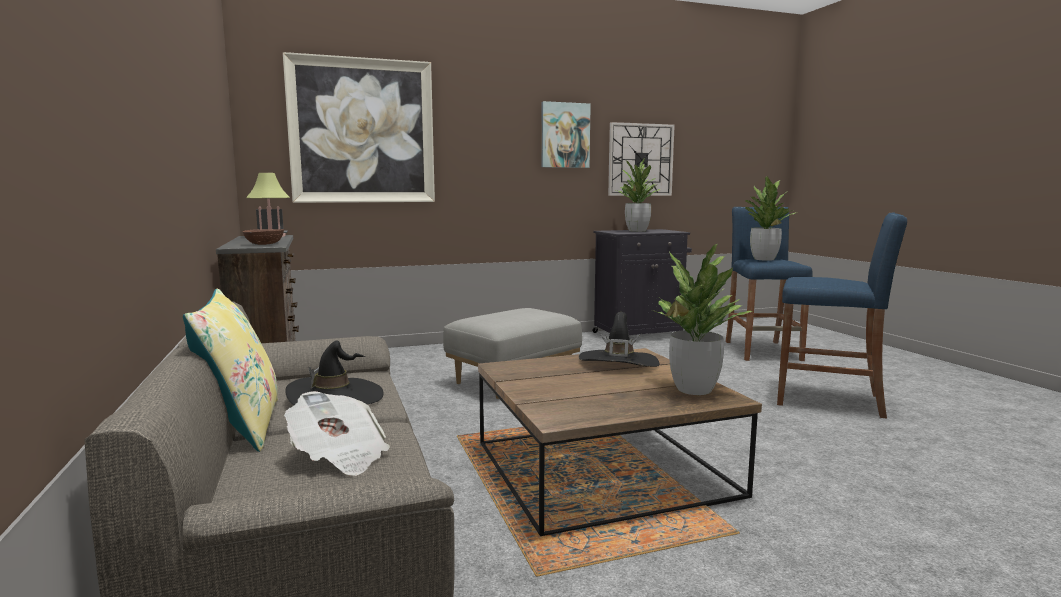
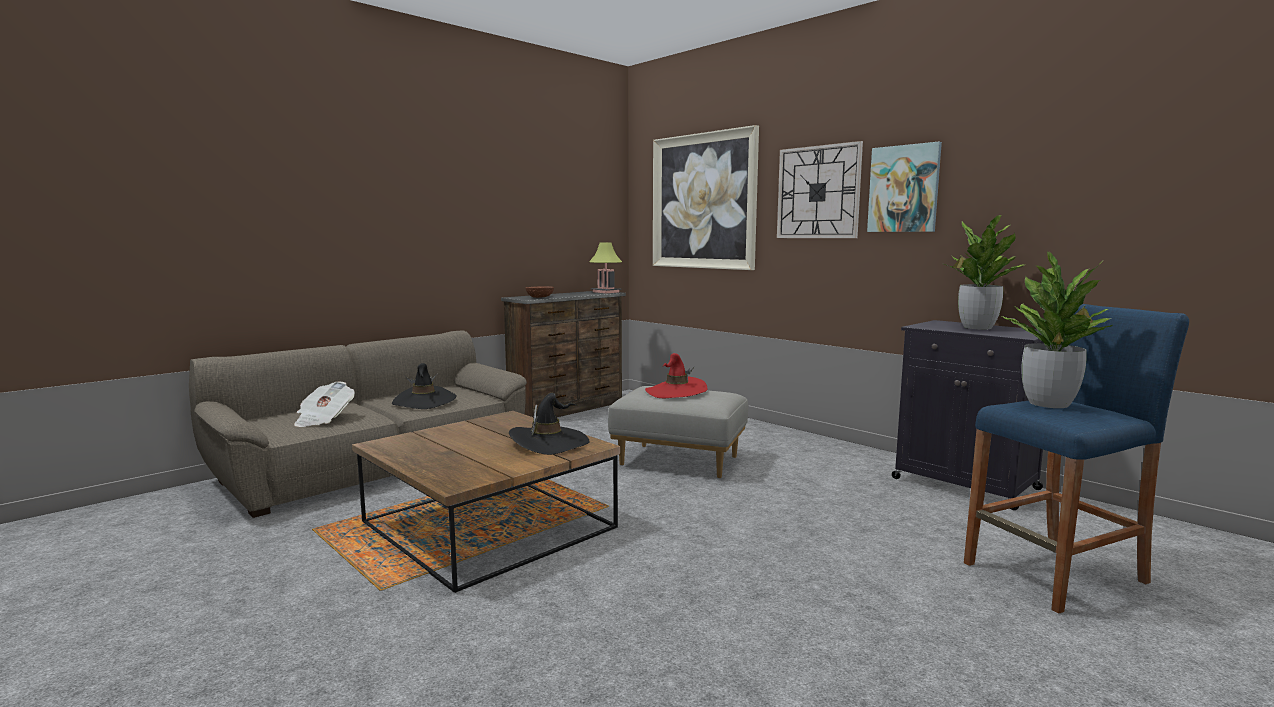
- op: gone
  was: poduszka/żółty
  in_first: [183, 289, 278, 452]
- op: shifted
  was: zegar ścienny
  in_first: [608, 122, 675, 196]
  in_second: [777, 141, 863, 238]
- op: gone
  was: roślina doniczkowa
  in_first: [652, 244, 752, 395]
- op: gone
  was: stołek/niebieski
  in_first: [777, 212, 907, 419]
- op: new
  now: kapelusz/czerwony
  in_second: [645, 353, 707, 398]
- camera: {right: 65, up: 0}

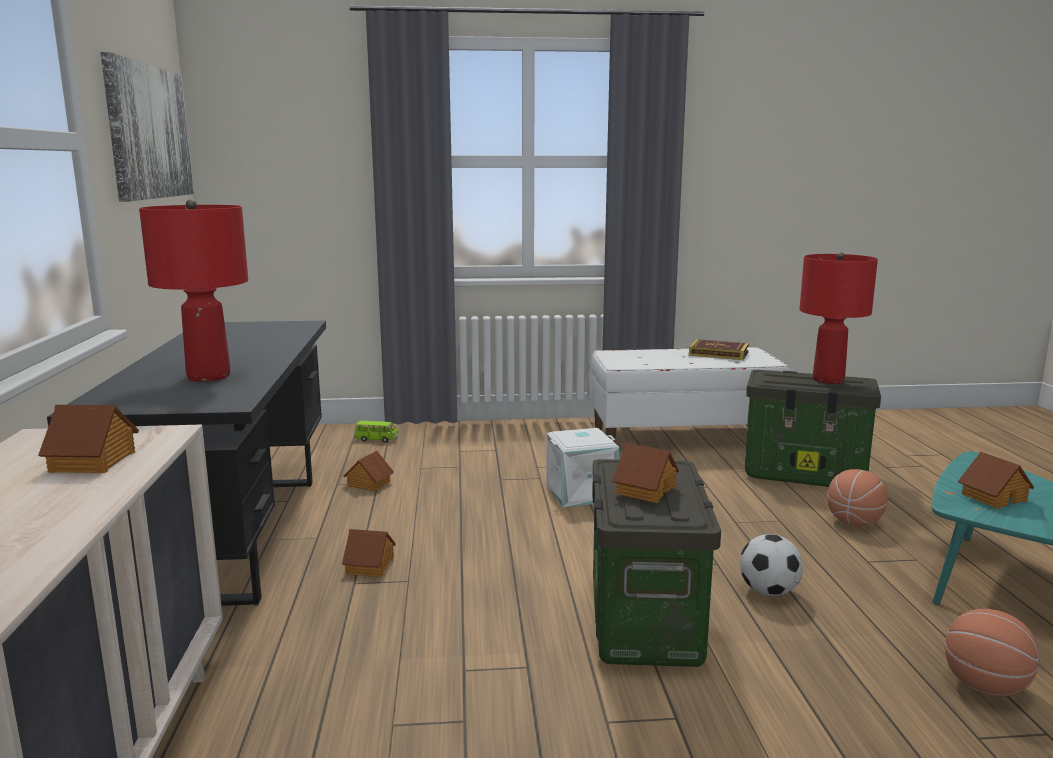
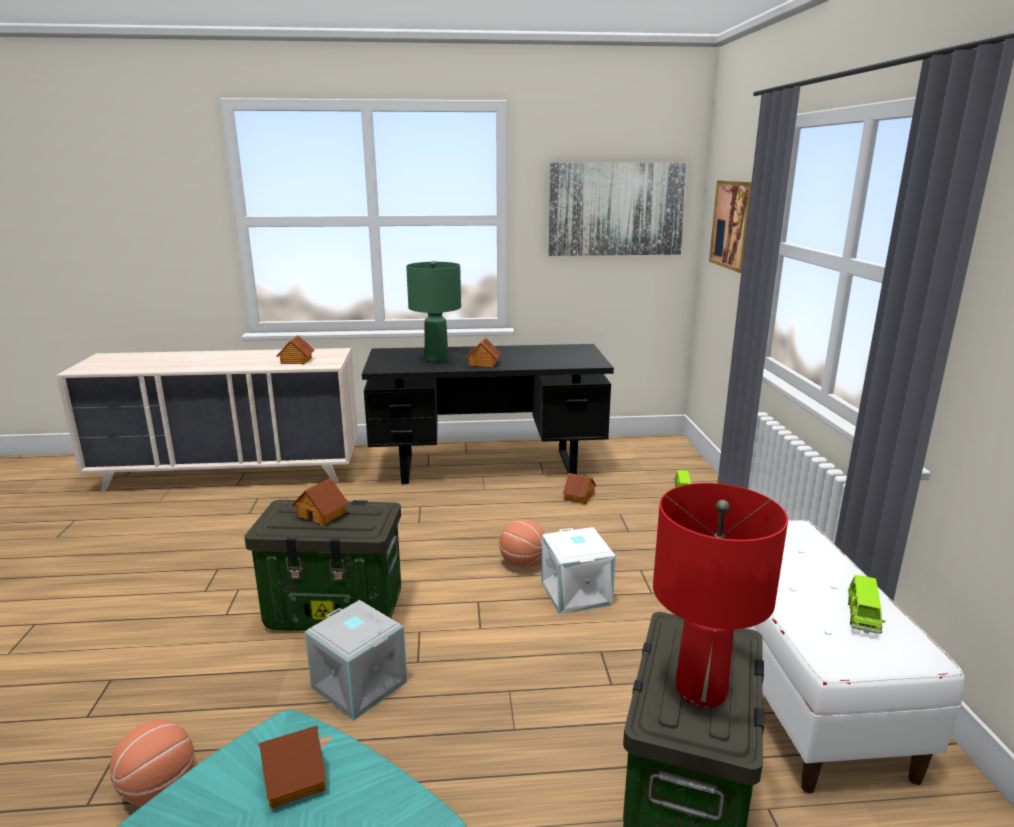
- op: repainted
  was: lampa stołowa/czerwony
  now: lampa stołowa/zielony
  in_first: [139, 199, 248, 382]
  in_second: [406, 261, 461, 363]
- op: shifted
  was: domek
  in_first: [342, 529, 396, 577]
  in_second: [466, 337, 501, 367]
- op: swapped
  was: książka
  now: samochodzik/zielony
  in_first: [689, 339, 749, 360]
  in_second: [848, 575, 886, 634]
- op: swapped
  was: piłka futbolowa
  now: pojemnik do przechowywania/szary
  in_first: [740, 534, 803, 596]
  in_second: [305, 600, 407, 721]
- op: shifted
  was: piłka do koszykówki
  in_first: [827, 469, 888, 526]
  in_second: [499, 519, 546, 568]
- op: new
  now: obraz
  in_second: [709, 180, 752, 273]
- camera: {right: 90, up: 5}

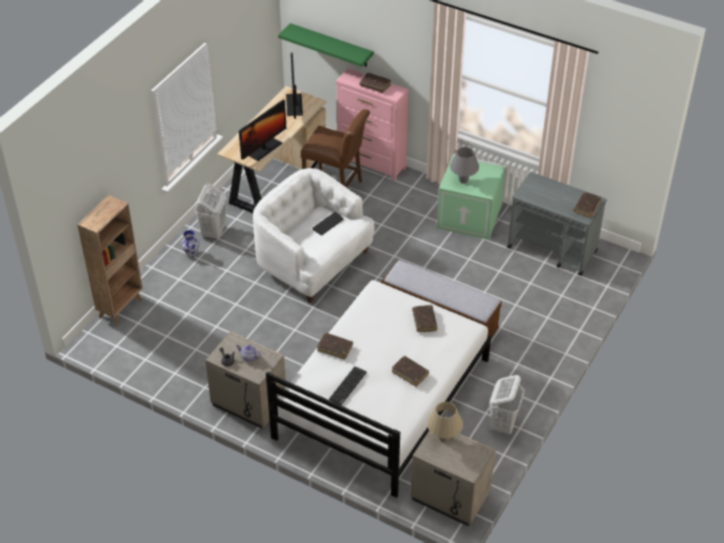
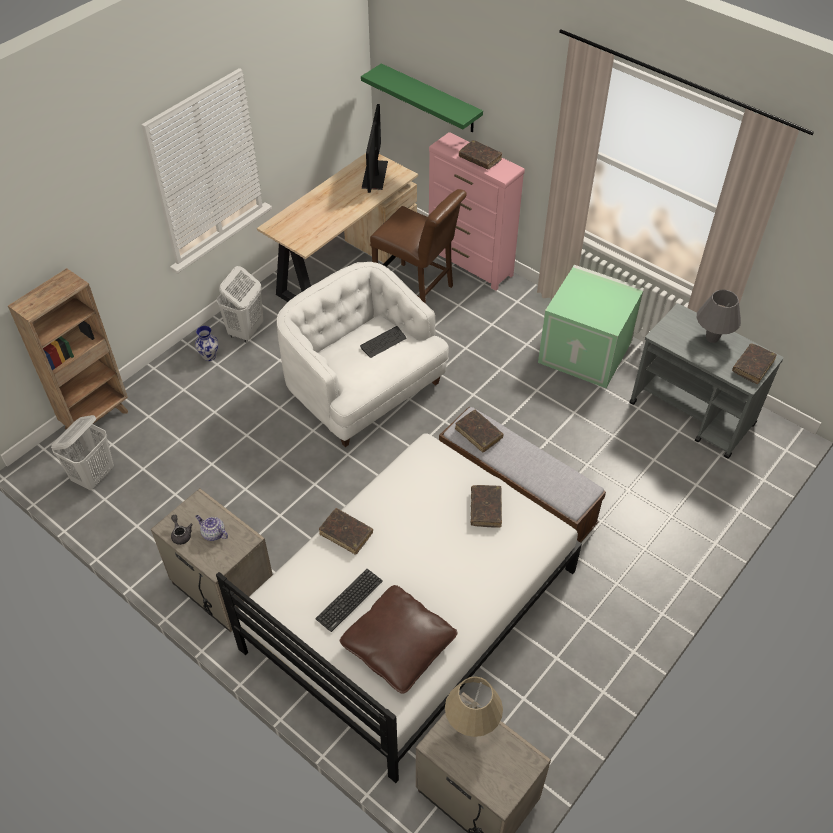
- op: gone
  was: monitor
  in_first: [239, 99, 286, 161]
- op: shifted
  was: książka/brązowy
  in_first: [392, 356, 429, 387]
  in_second: [455, 410, 504, 453]
- op: shifted
  was: lampa stołowa/szary
  in_first: [450, 147, 479, 184]
  in_second: [697, 289, 741, 343]
- op: shifted
  was: kosz na pranie/biały
  in_first: [489, 375, 525, 434]
  in_second: [51, 415, 114, 490]
- op: new
  now: poduszka/brązowy
  in_second: [340, 585, 458, 694]
- camera: {right: 10, up: 5}

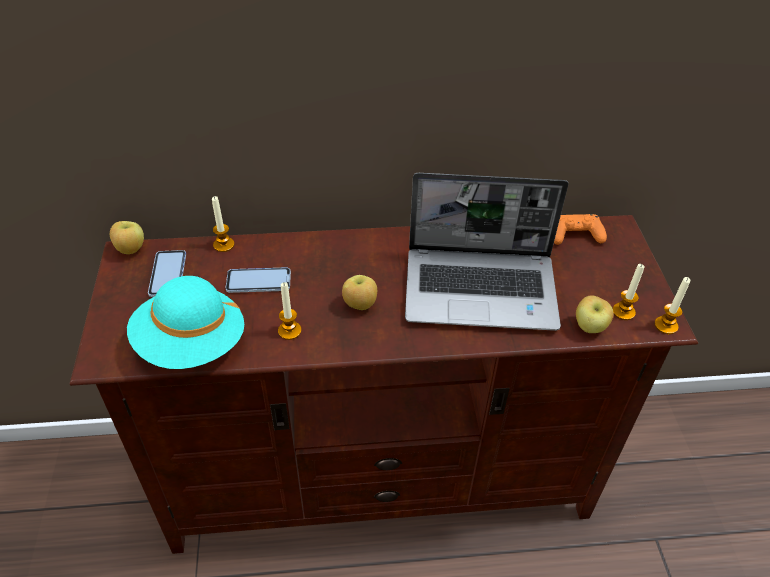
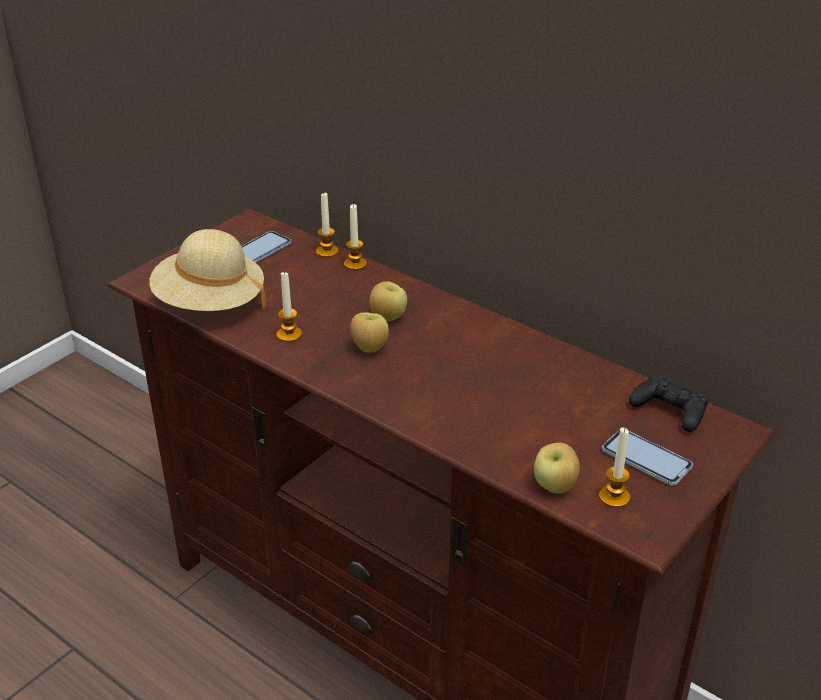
- op: shifted
  was: jabłko
  in_first: [110, 221, 144, 254]
  in_second: [369, 281, 407, 321]
- op: repainted
  was: kapelusz/turkusowy
  now: kapelusz/beżowy
  in_first: [127, 276, 244, 369]
  in_second: [149, 229, 266, 311]
- op: shifted
  was: telefon
  in_first: [226, 267, 291, 293]
  in_second: [602, 430, 693, 485]
- op: gone
  was: laptop
  in_first: [405, 173, 568, 331]
- op: repainted
  was: pad do gier/pomarańczowy
  now: pad do gier/czarny
  in_first: [554, 214, 607, 245]
  in_second: [629, 375, 708, 432]
- op: shifted
  was: świeca
  in_first: [654, 277, 690, 334]
  in_second: [344, 204, 367, 270]
- camera: {right: 45, up: -10}

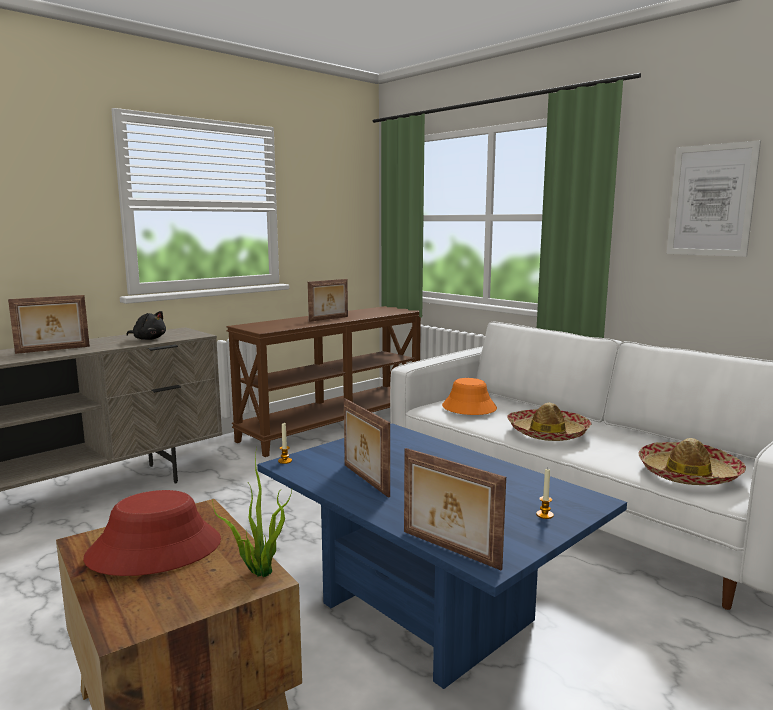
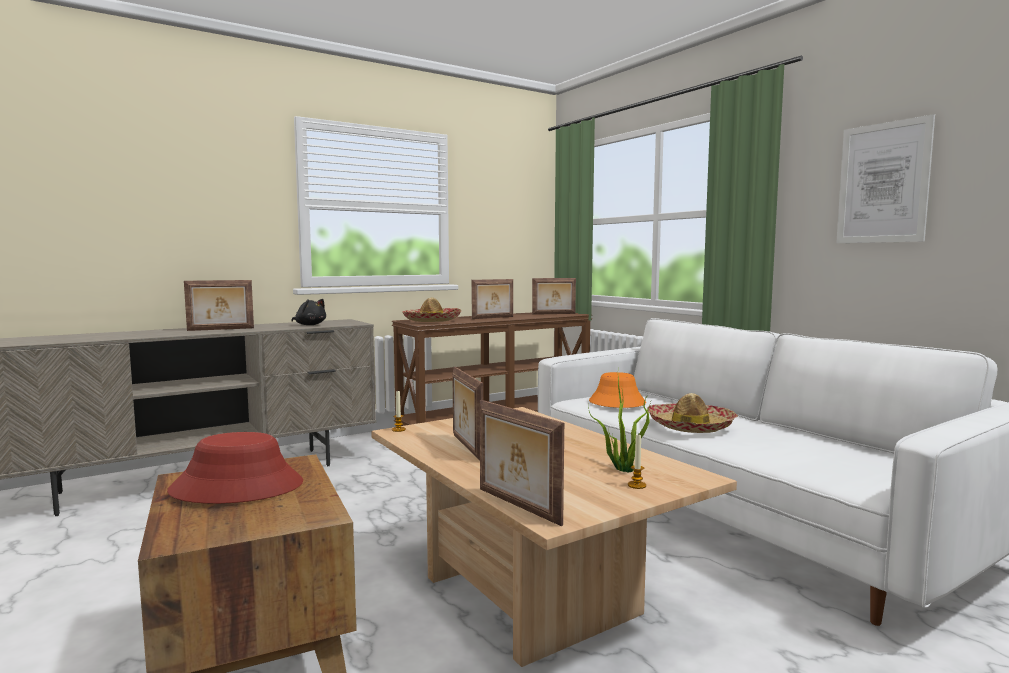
- op: shifted
  was: roślina doniczkowa
  in_first: [212, 446, 292, 577]
  in_second: [588, 377, 651, 473]
- op: repainted
  was: ława/niebieski
  now: ława/beżowy
  in_first: [257, 423, 627, 689]
  in_second: [371, 407, 737, 667]
- op: shifted
  was: kapelusz
  in_first: [638, 438, 746, 485]
  in_second: [402, 298, 462, 322]
- op: new
  now: ramka na zdjęcie
  in_second: [532, 278, 576, 315]
- camera: {right: 10, up: -5}

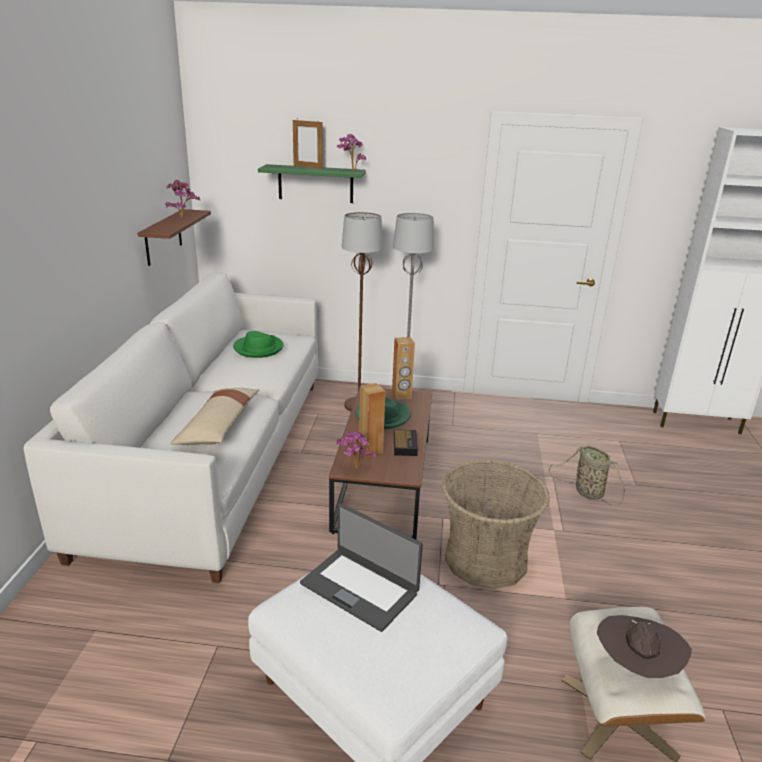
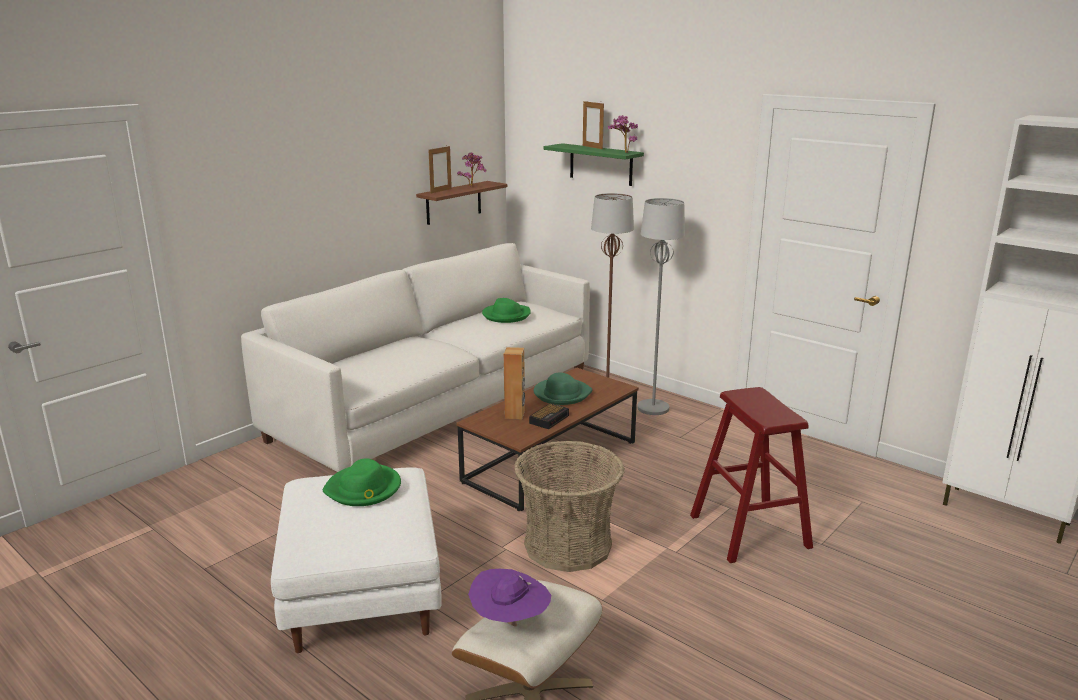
- op: gone
  was: poduszka/beżowy
  in_first: [170, 388, 259, 445]
- op: swapped
  was: laptop
  now: kapelusz/zielony
  in_first: [300, 503, 423, 632]
  in_second: [323, 458, 401, 506]
- op: gone
  was: roślina doniczkowa
  in_first: [336, 430, 376, 469]
- op: gone
  was: głośnik/brązowy
  in_first: [392, 337, 415, 399]
- op: swapped
  was: koszyk
  now: stołek/czerwony
  in_first: [549, 446, 625, 506]
  in_second: [690, 387, 813, 563]
- op: repainted
  was: kapelusz/brązowy
  now: kapelusz/fioletowy
  in_first: [597, 615, 692, 678]
  in_second: [468, 569, 551, 626]
- op: new
  now: ramka na zdjęcie
  in_second: [428, 146, 452, 194]
- camera: {right: 35, up: -5}

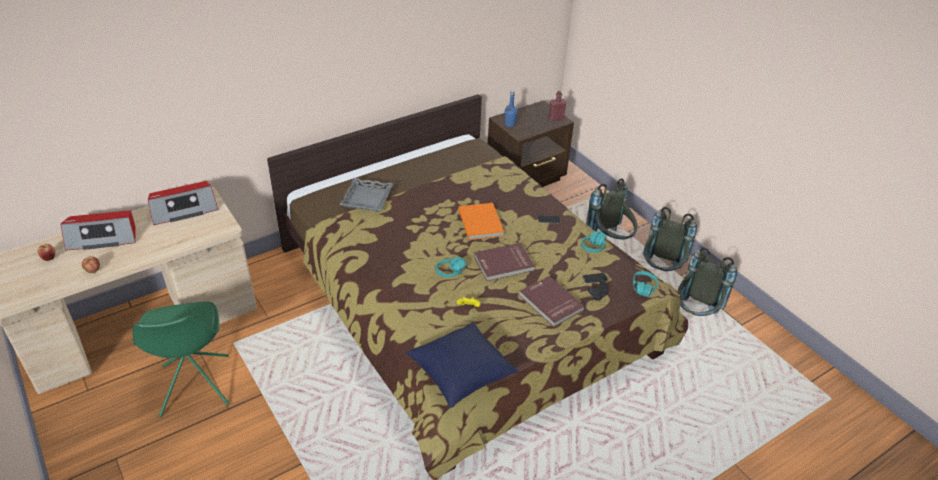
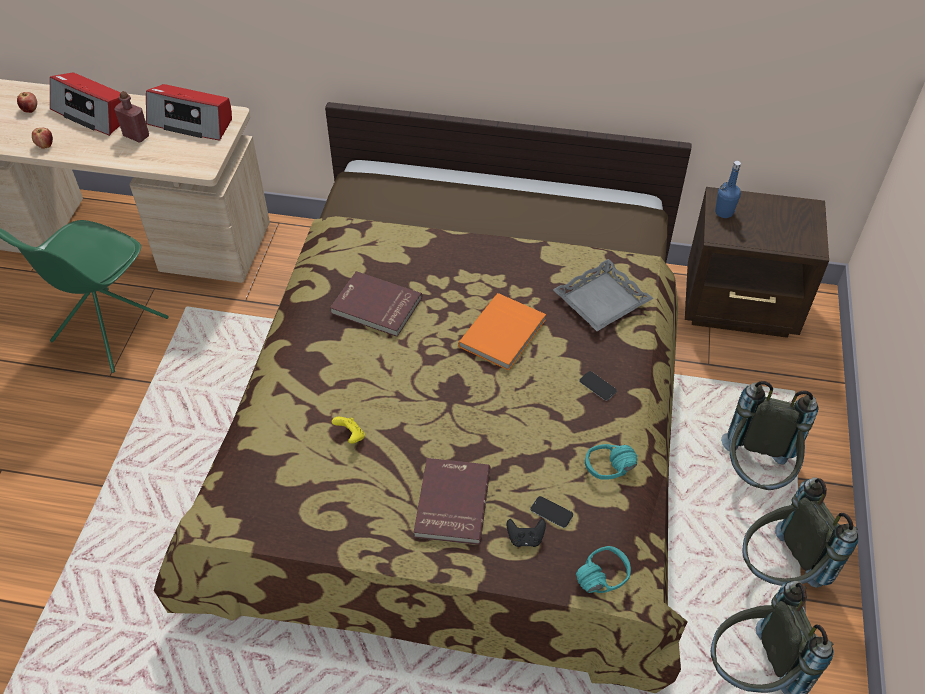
- op: shifted
  was: taca/szary
  in_first: [339, 178, 394, 211]
  in_second: [553, 259, 653, 331]
- op: gone
  was: poduszka/niebieski
  in_first: [406, 322, 519, 408]
- op: gone
  was: słuchawki/turkusowy
  in_first: [436, 257, 467, 278]
- op: shifted
  was: książka/czerwony
  in_first: [474, 243, 535, 281]
  in_second: [330, 271, 422, 337]
- op: shifted
  was: butelka/czerwony
  in_first: [549, 91, 566, 121]
  in_second: [114, 91, 149, 143]
- camera: {right: 45, up: 10}

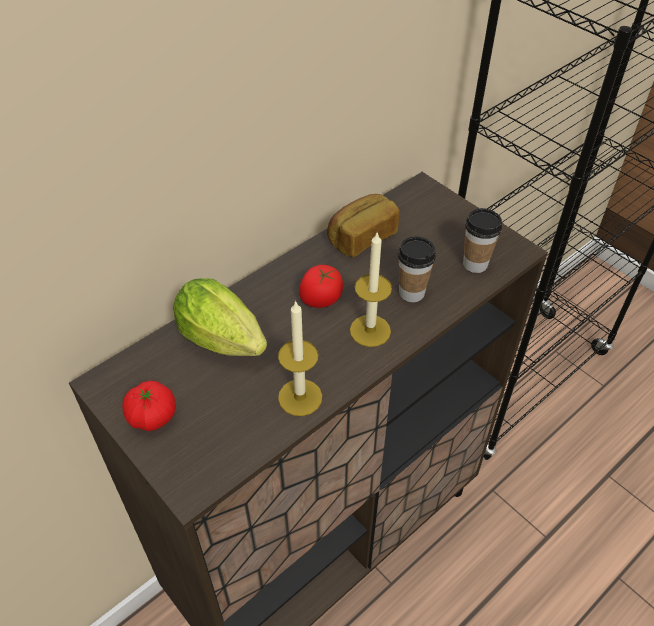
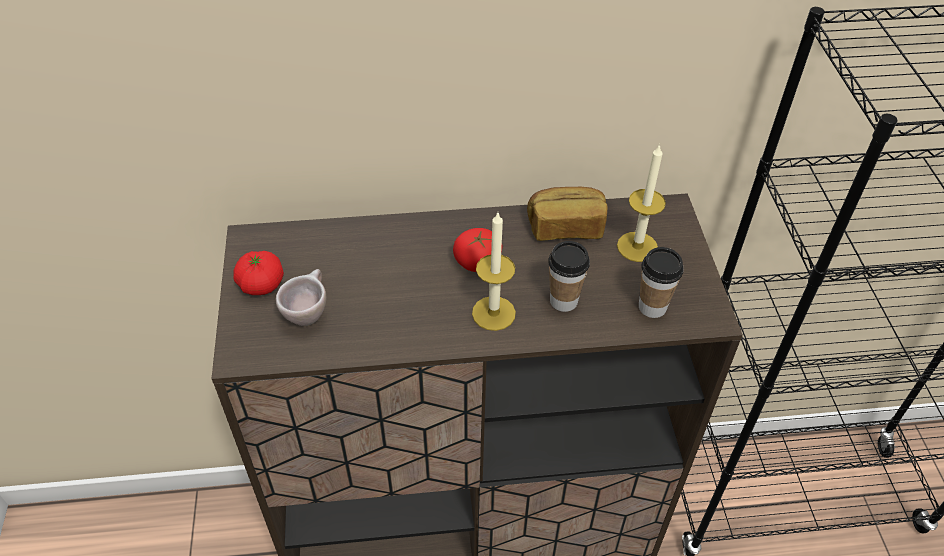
- op: gone
  was: sałata
  in_first: [173, 278, 267, 356]
- op: shifted
  was: świeca
  in_first: [278, 300, 322, 416]
  in_second: [617, 144, 666, 262]
- op: new
  now: filiżanka/beżowy
  in_second: [276, 269, 326, 326]
- camera: {right: 35, up: 0}

